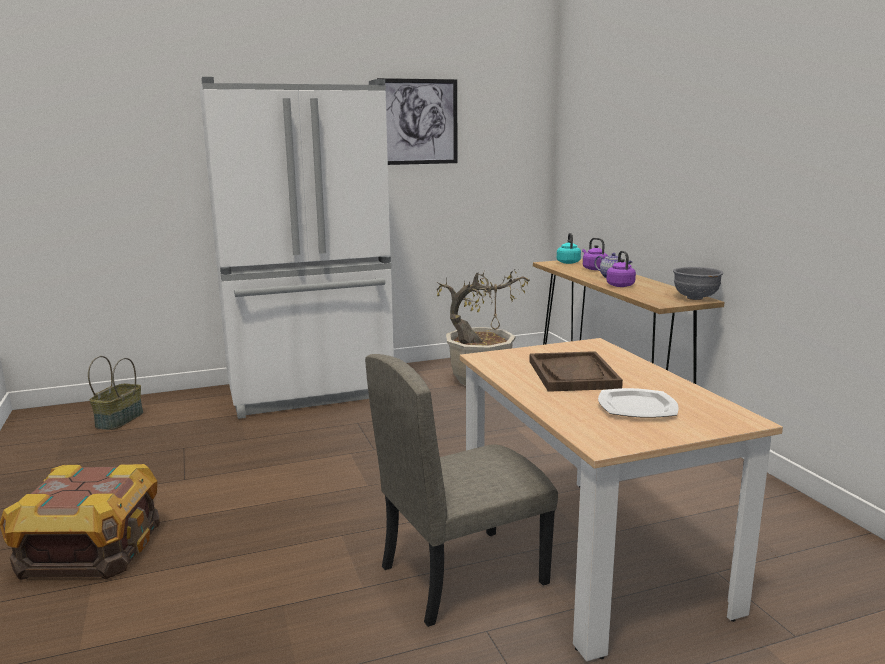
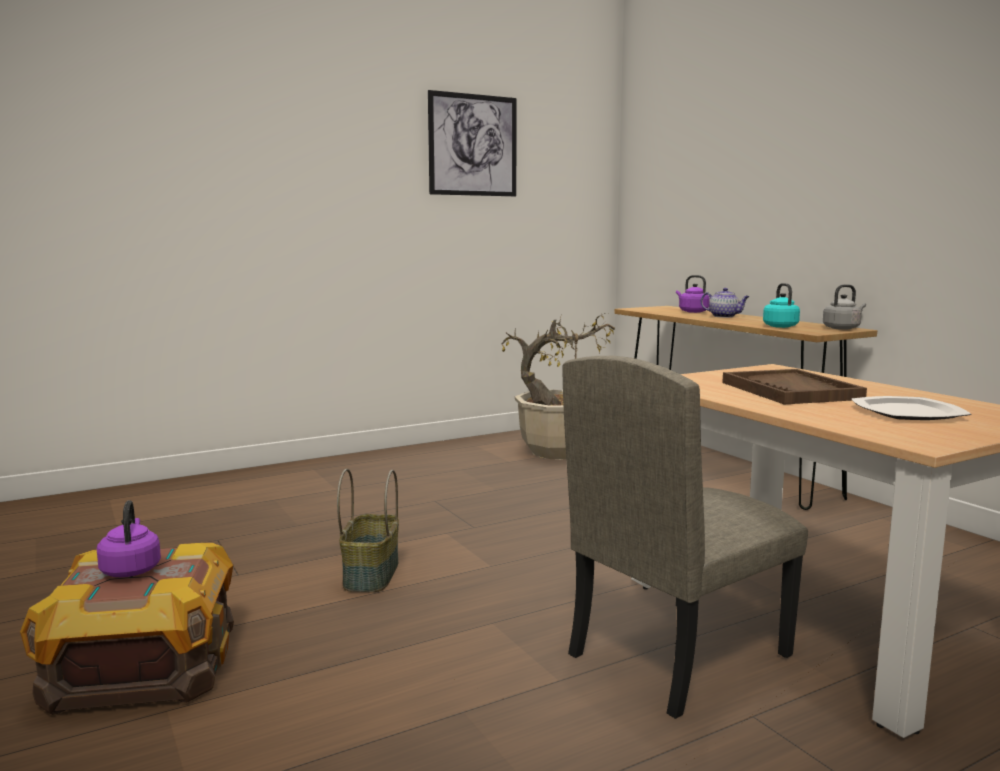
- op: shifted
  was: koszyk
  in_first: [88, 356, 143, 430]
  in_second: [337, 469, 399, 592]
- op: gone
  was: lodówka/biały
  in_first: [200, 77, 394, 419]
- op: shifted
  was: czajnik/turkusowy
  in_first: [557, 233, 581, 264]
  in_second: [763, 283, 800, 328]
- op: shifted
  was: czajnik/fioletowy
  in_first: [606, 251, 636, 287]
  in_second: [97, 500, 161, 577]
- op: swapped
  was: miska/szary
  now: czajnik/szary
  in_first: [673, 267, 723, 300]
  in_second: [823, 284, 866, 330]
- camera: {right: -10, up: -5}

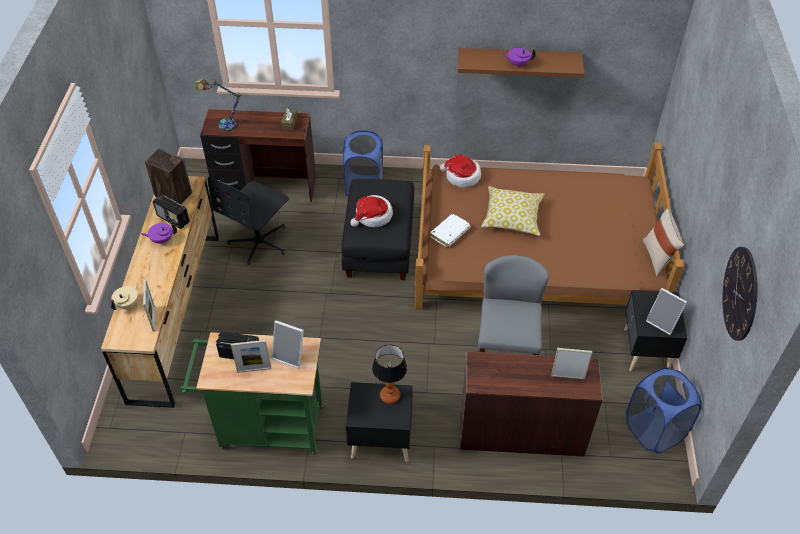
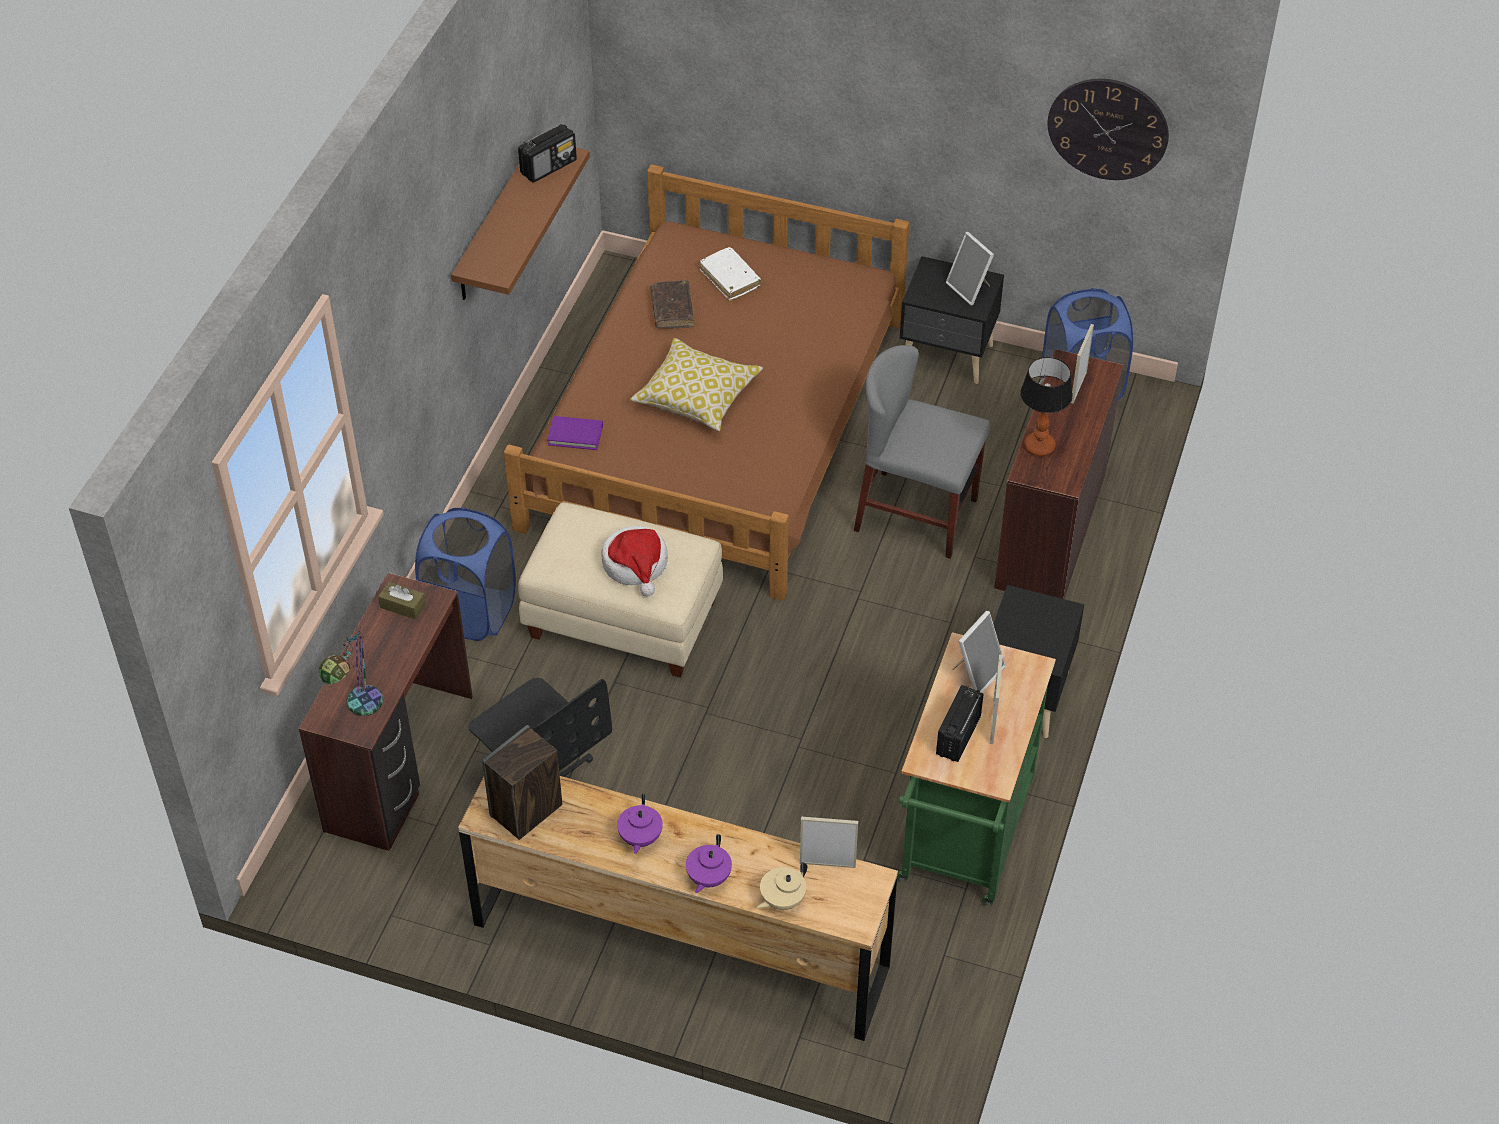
- op: rotated
  was: imbryk/beżowy
  in_first: [111, 283, 139, 310]
  in_second: [756, 862, 807, 910]
  clockwise: -90
- op: shifted
  was: radio
  in_first: [153, 195, 190, 229]
  in_second: [518, 124, 577, 183]
- op: repainted
  was: pufa/czarny
  now: pufa/beżowy
  in_first: [341, 179, 414, 280]
  in_second: [518, 502, 723, 677]
- op: shifted
  was: lampa stołowa
  in_first: [372, 344, 407, 404]
  in_second: [1020, 357, 1073, 456]
- op: shifted
  was: książka/biały
  in_first: [430, 214, 471, 247]
  in_second: [700, 247, 761, 301]
- op: swapped
  was: kapelusz
  now: książka/fioletowy
  in_first: [440, 154, 481, 188]
  in_second: [547, 416, 603, 450]
- op: shifted
  was: imbryk/fioletowy
  in_first: [502, 48, 536, 68]
  in_second: [686, 834, 732, 893]
- op: gone
  was: poduszka/beżowy
  in_first: [642, 208, 685, 276]
- op: rotated
  was: ramka na zdjęcie
  in_first: [646, 288, 687, 335]
  in_second: [946, 232, 994, 305]
  clockwise: 90
- op: new
  now: książka/brązowy
  in_second: [650, 280, 694, 329]
- camera: {right: -75, up: 0}

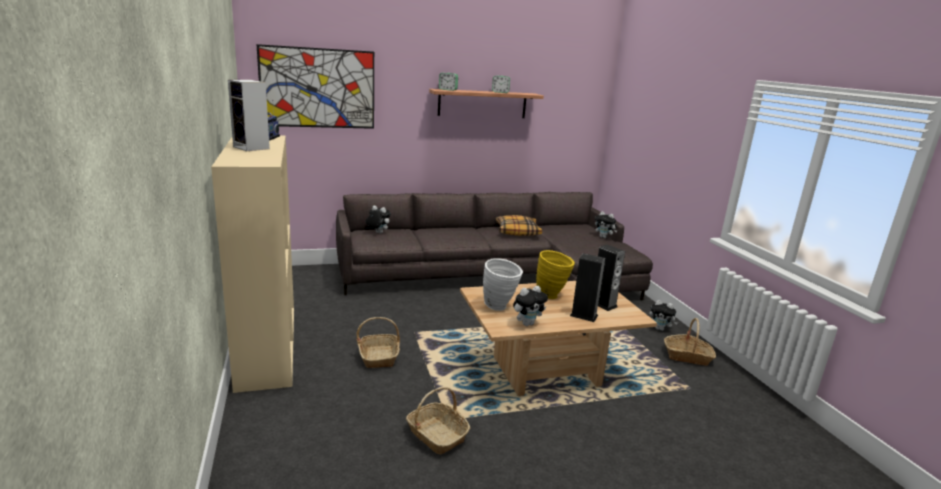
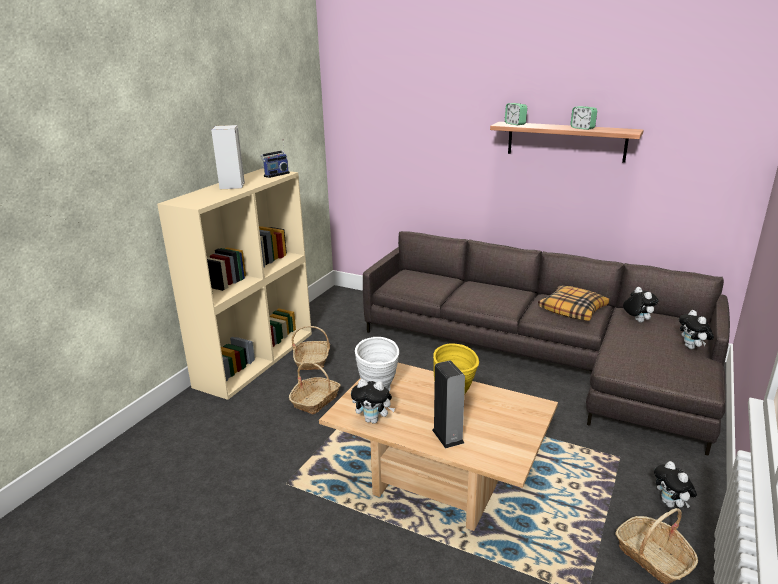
- op: gone
  was: obraz
  in_first: [256, 44, 374, 129]
- op: shifted
  was: pluszak
  in_first: [366, 206, 391, 233]
  in_second: [623, 287, 659, 323]
- op: shifted
  was: koszyk
  in_first: [406, 387, 470, 455]
  in_second: [292, 326, 330, 370]
- op: gone
  was: głośnik
  in_first: [598, 244, 625, 311]
- camera: {right: 45, up: 5}

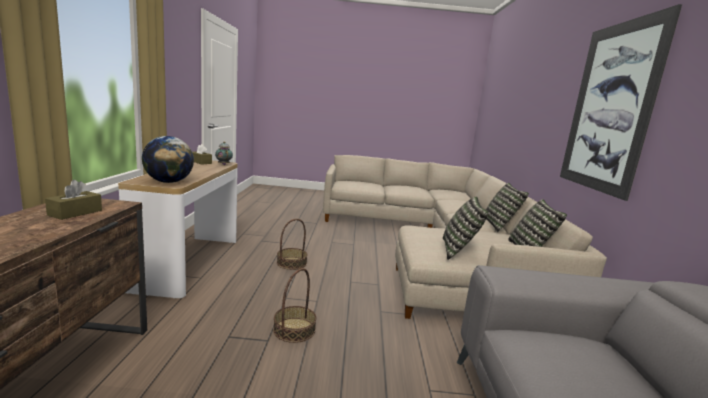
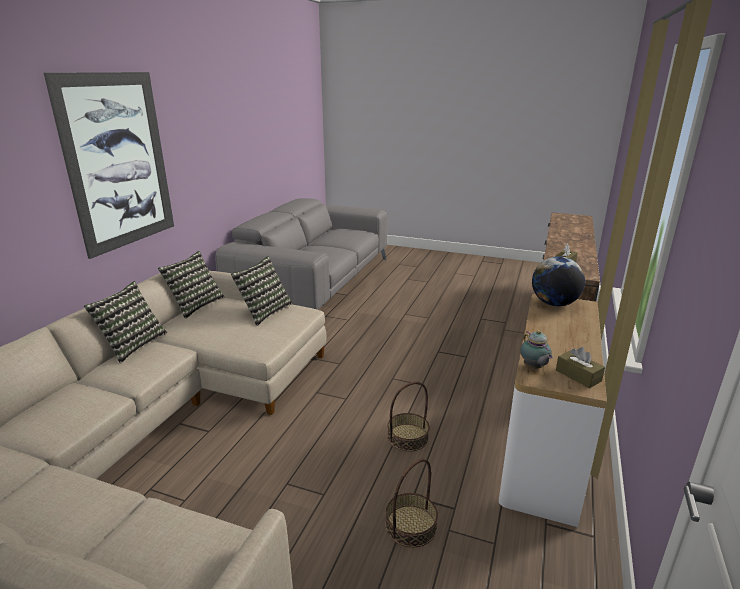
- op: shifted
  was: koszyk
  in_first: [273, 268, 317, 343]
  in_second: [385, 459, 438, 548]
- camera: {right: -160, up: 10}

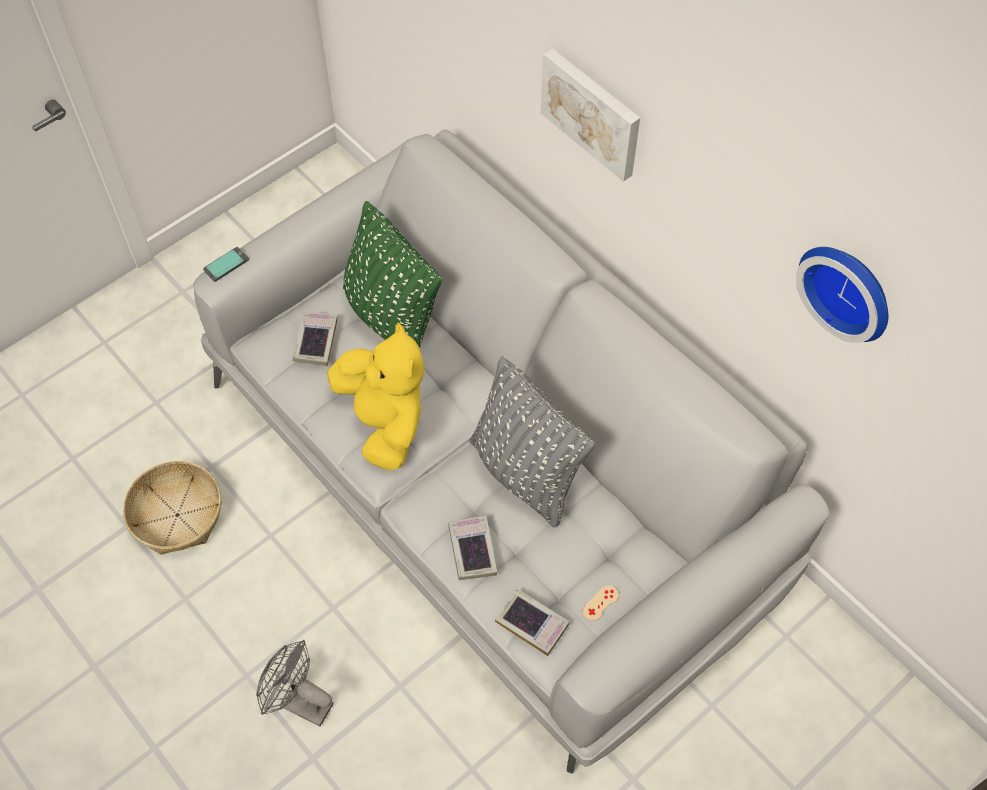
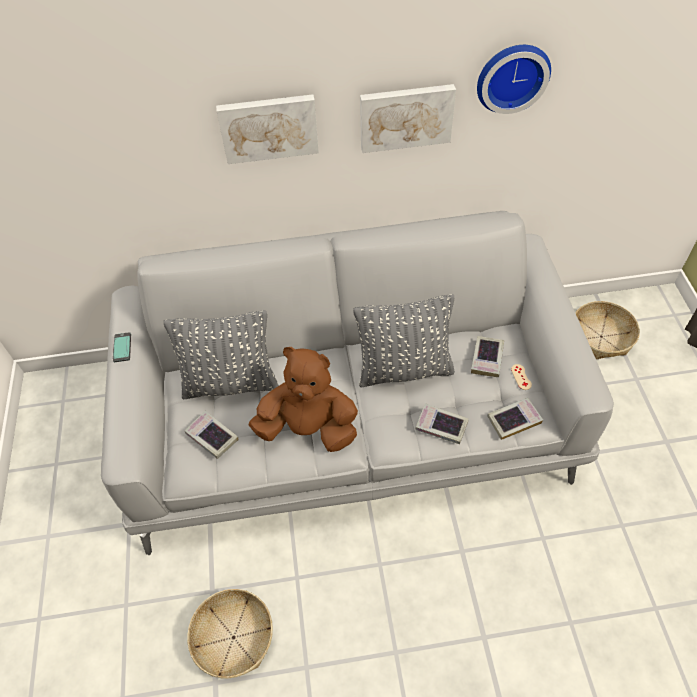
- op: shifted
  was: telefon
  in_first: [203, 247, 249, 282]
  in_second: [113, 332, 131, 362]
- op: gone
  was: wentylator/szary
  in_first: [256, 640, 334, 727]
- op: repainted
  was: pluszak/żółty
  now: pluszak/brązowy
  in_first: [327, 323, 424, 470]
  in_second: [249, 347, 358, 452]
- op: repainted
  was: poduszka/zielony
  now: poduszka/szary
  in_first: [343, 201, 442, 349]
  in_second: [164, 310, 279, 400]
- op: new
  now: obraz
  in_second: [360, 84, 456, 153]
- op: new
  now: książka
  in_second: [471, 336, 504, 377]
- op: new
  now: koszyk
  in_second: [575, 301, 640, 359]
- camera: {right: -55, up: -5}

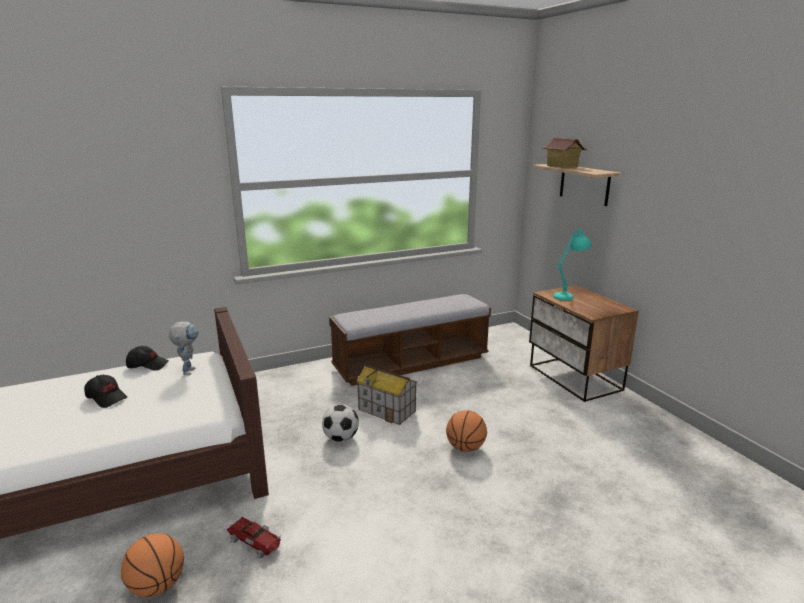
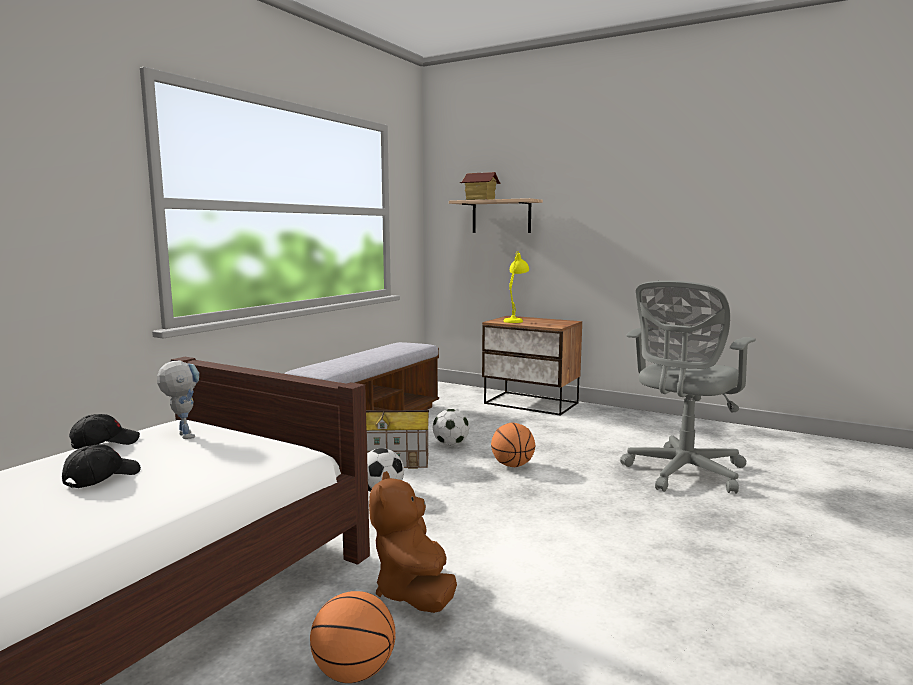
- op: rotated
  was: czapka z daszkiem/czarny
  in_first: [84, 375, 127, 408]
  in_second: [62, 444, 141, 488]
  clockwise: -60
- op: swapped
  was: samochodzik
  now: pluszak/brązowy
  in_first: [227, 517, 281, 559]
  in_second: [369, 471, 457, 613]
- op: repainted
  was: lampa stołowa/turkusowy
  now: lampa stołowa/żółty
  in_first: [553, 228, 592, 301]
  in_second: [503, 251, 529, 323]
- op: new
  now: piłka futbolowa
  in_second: [432, 409, 470, 446]
- op: new
  now: krzesło biurowe/szary
  in_second: [620, 281, 756, 494]
- camera: {right: -35, up: -10}

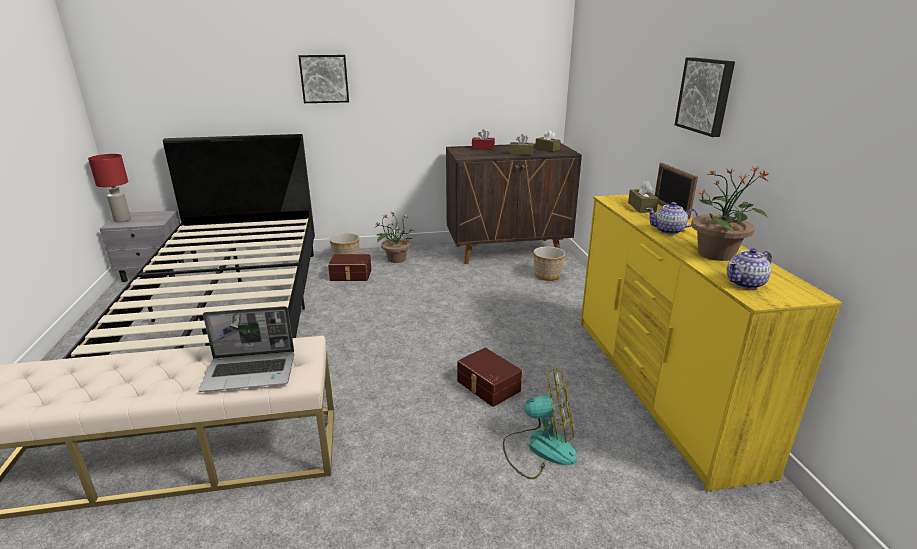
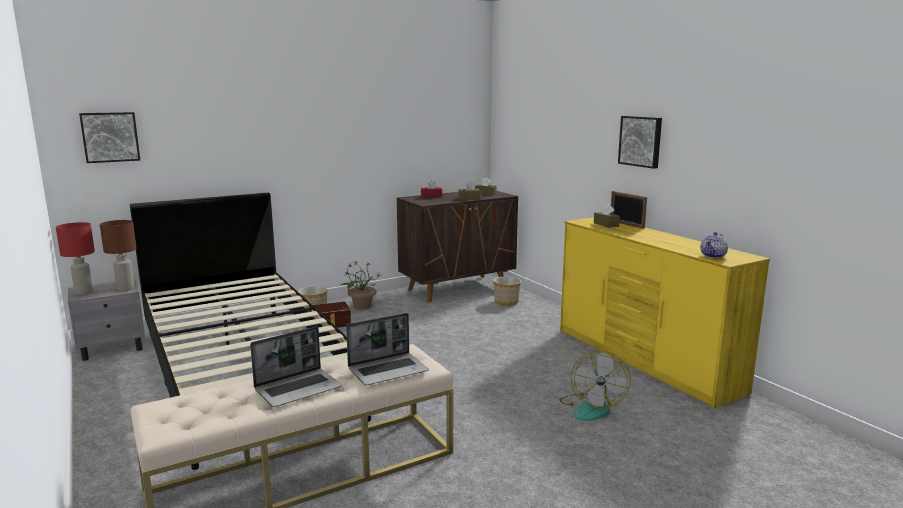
- op: shifted
  was: obraz
  in_first: [298, 55, 349, 103]
  in_second: [79, 112, 140, 163]
- op: gone
  was: pojemnik do przechowywania/brązowy
  in_first: [457, 348, 522, 407]
- op: rotated
  was: wentylator
  in_first: [503, 368, 577, 479]
  in_second: [560, 351, 631, 421]
  clockwise: 120
- op: gone
  was: imbryk
  in_first: [646, 202, 698, 235]
- op: gone
  was: roślina doniczkowa
  in_first: [691, 166, 769, 261]
- op: new
  now: lampa stołowa/brązowy
  in_second: [100, 220, 137, 291]
- op: new
  now: laptop
  in_second: [250, 326, 342, 407]
- camera: {right: -20, up: -10}

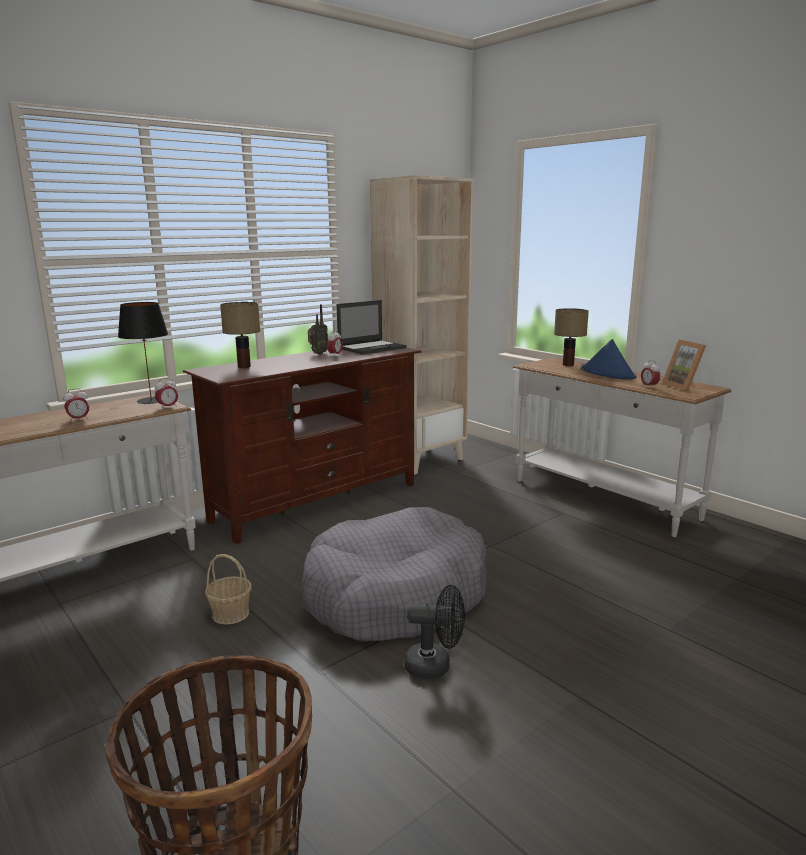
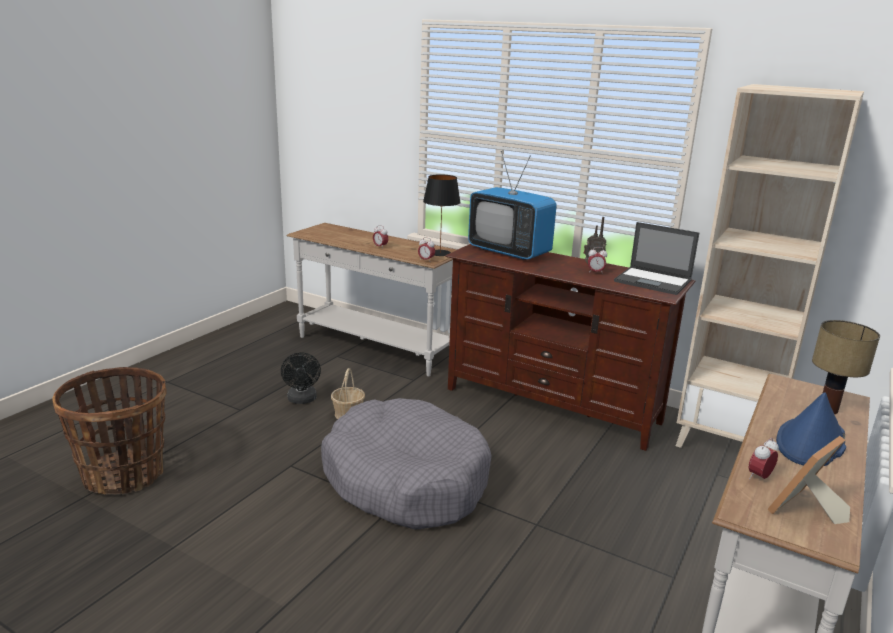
- op: swapped
  was: lampa stołowa
  now: telewizor
  in_first: [220, 302, 260, 368]
  in_second: [468, 151, 557, 260]
- op: shifted
  was: wentylator/czarny
  in_first: [404, 585, 465, 679]
  in_second: [281, 352, 321, 404]
- camera: {right: 70, up: 5}

